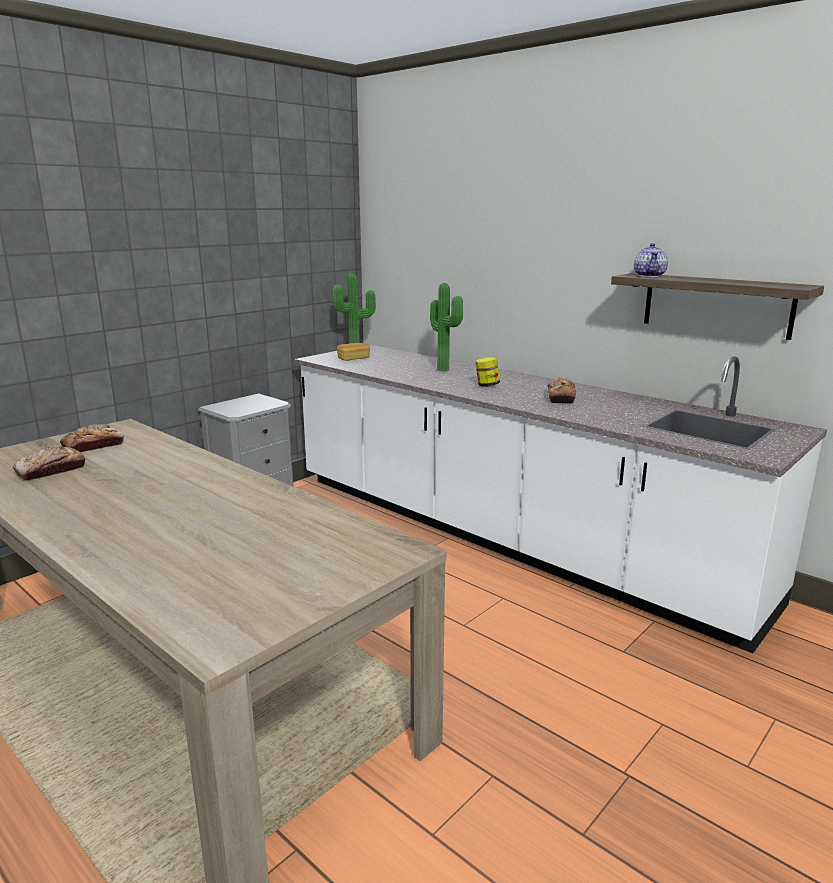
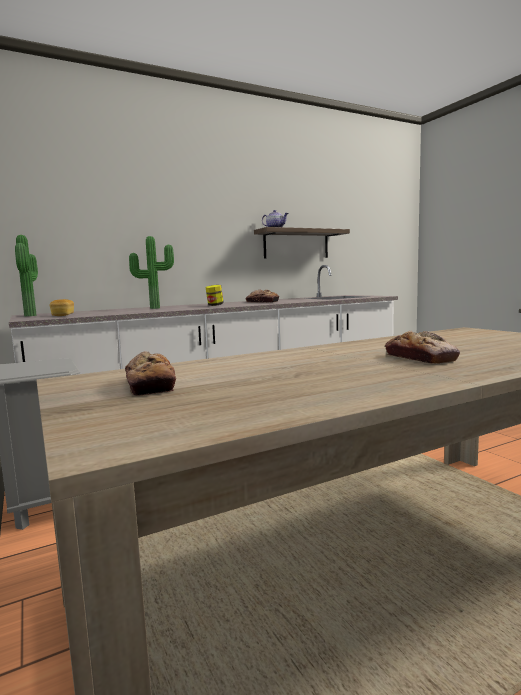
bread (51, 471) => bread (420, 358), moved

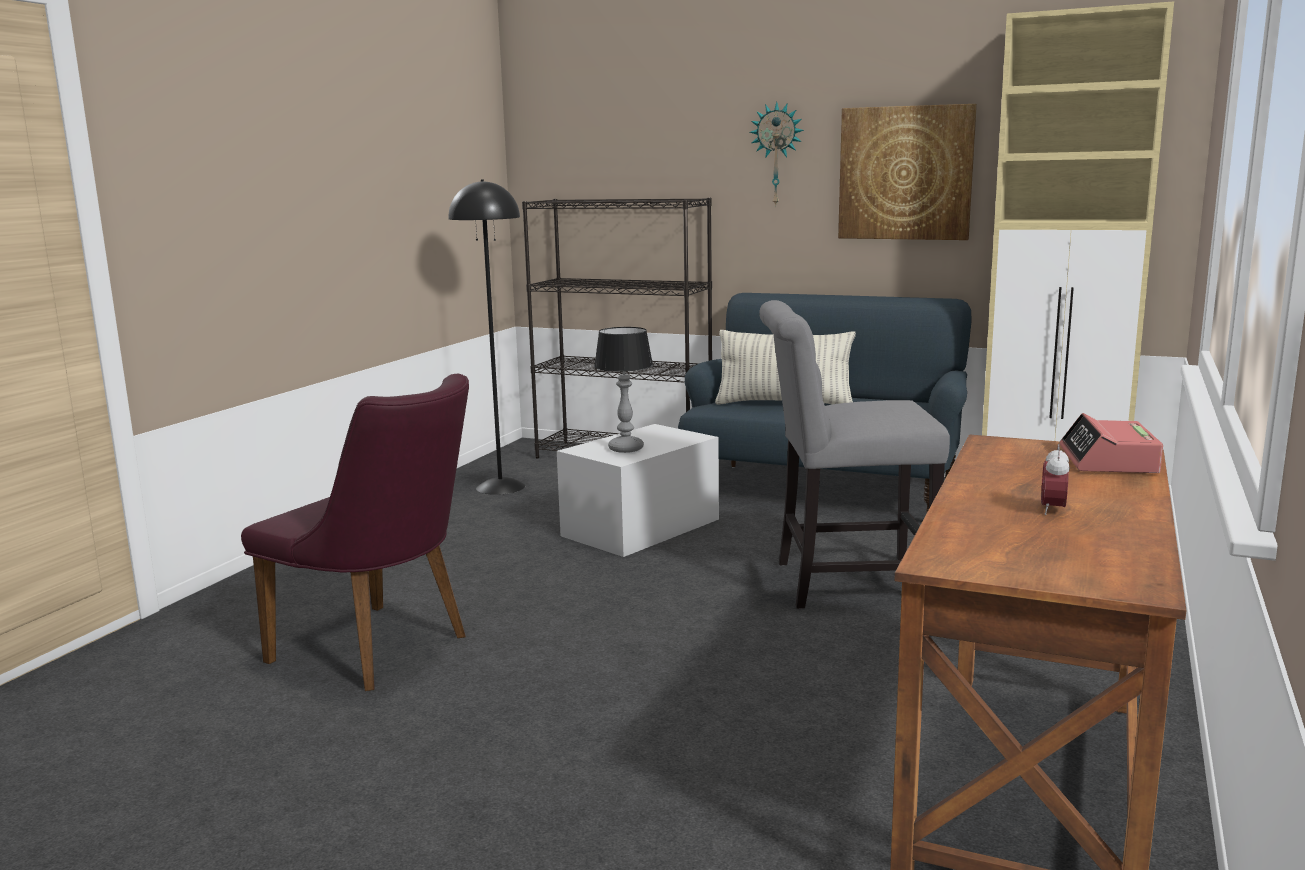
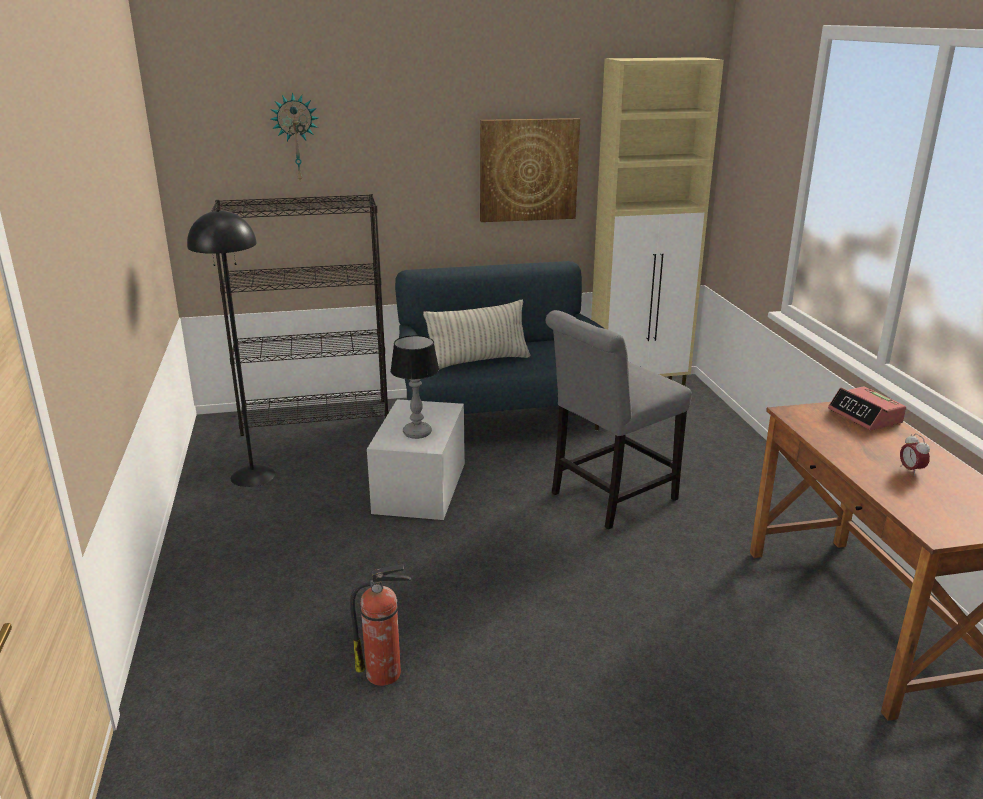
wall clock (777, 154) => wall clock (296, 138), moved
purple chair (383, 651) => fire extinguisher (385, 673)

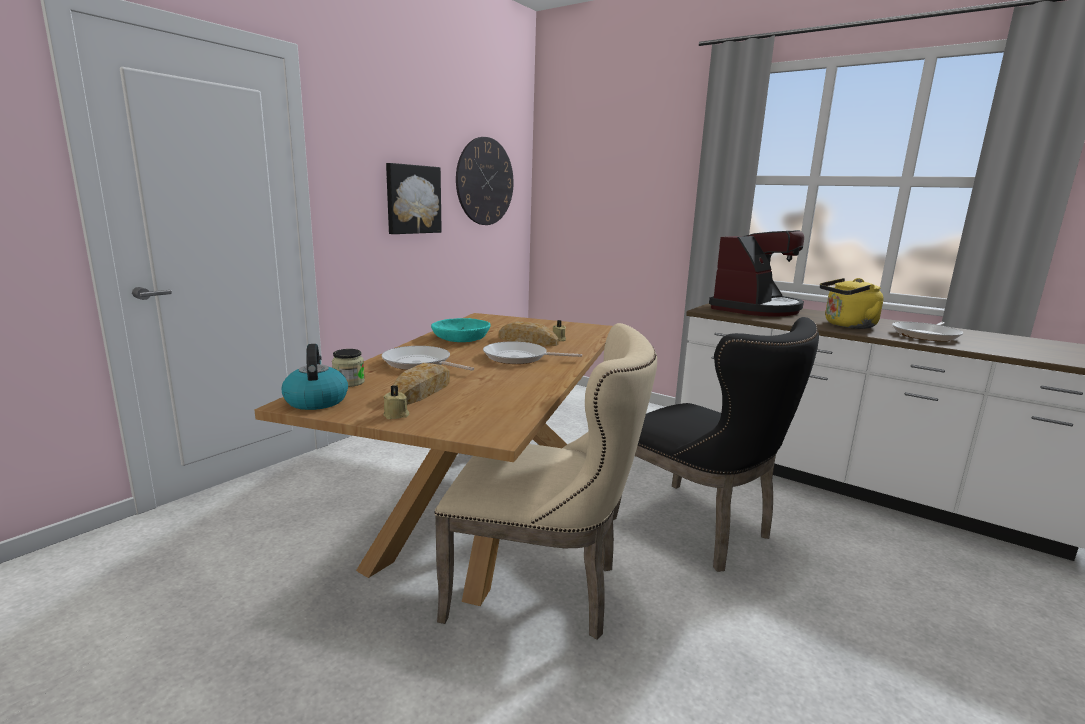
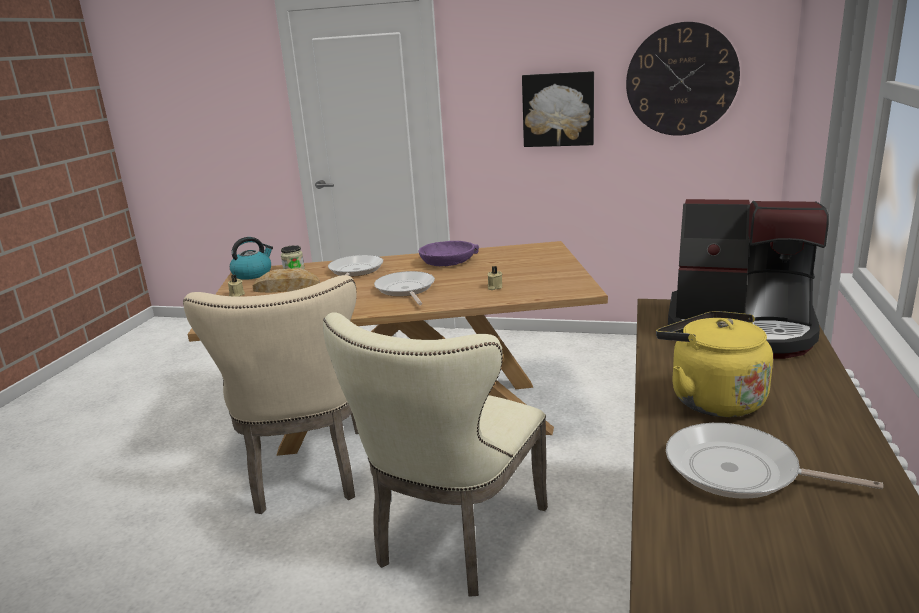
black chair (700, 529) => beige chair (454, 541)
turquoise bowl (461, 338) => purple bowl (447, 261)
bread (527, 341) => nothing

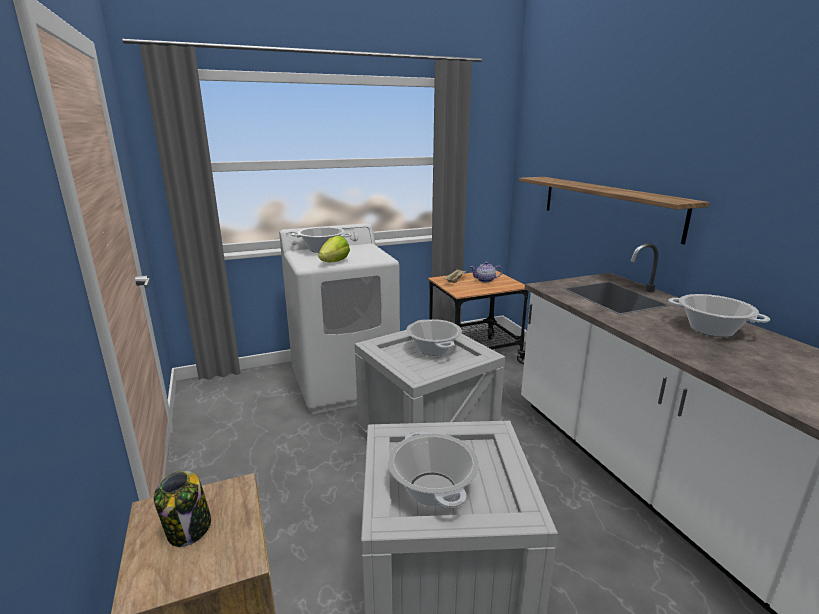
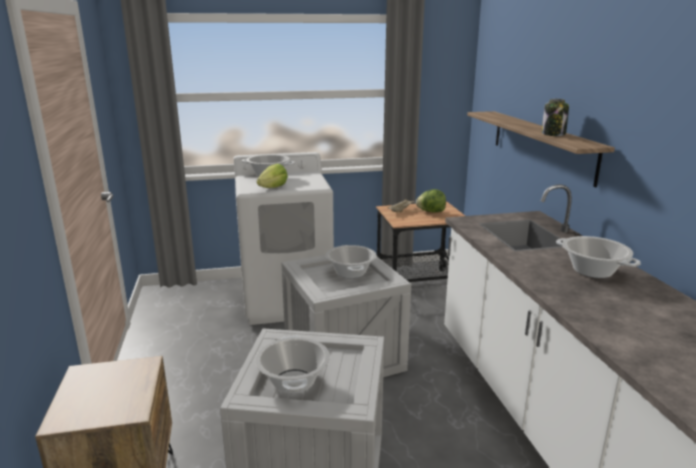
teapot (485, 280) => lettuce (431, 212)
jar (189, 529) => jar (553, 134), moved

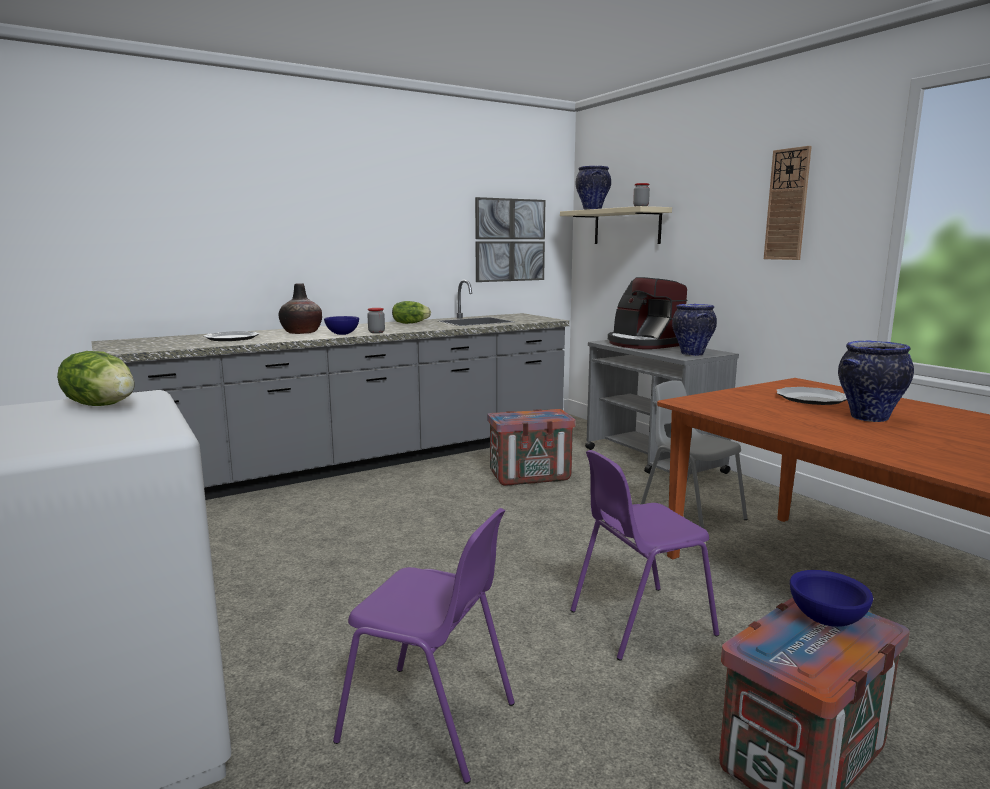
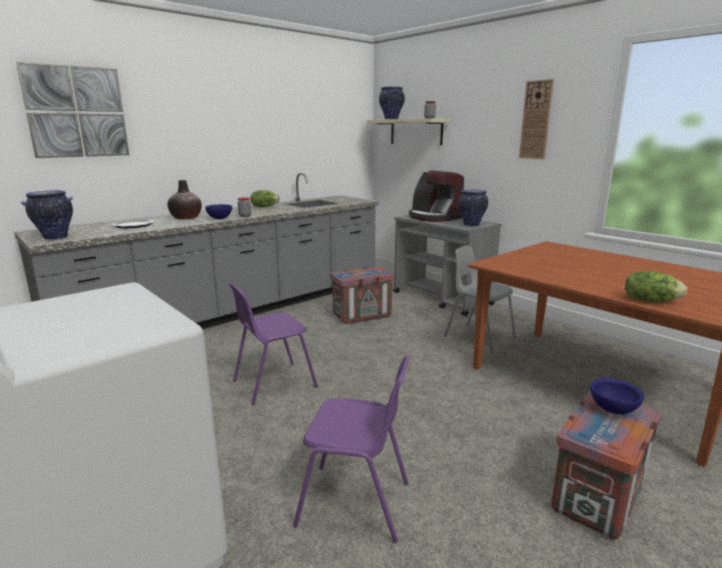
picture (510, 240) => picture (76, 112), moved
vase (868, 418) => vase (55, 238), moved
lettuce (102, 405) => lettuce (649, 301), moved
plate (811, 398) => nothing
purple chair (639, 622) => purple chair (273, 383), moved

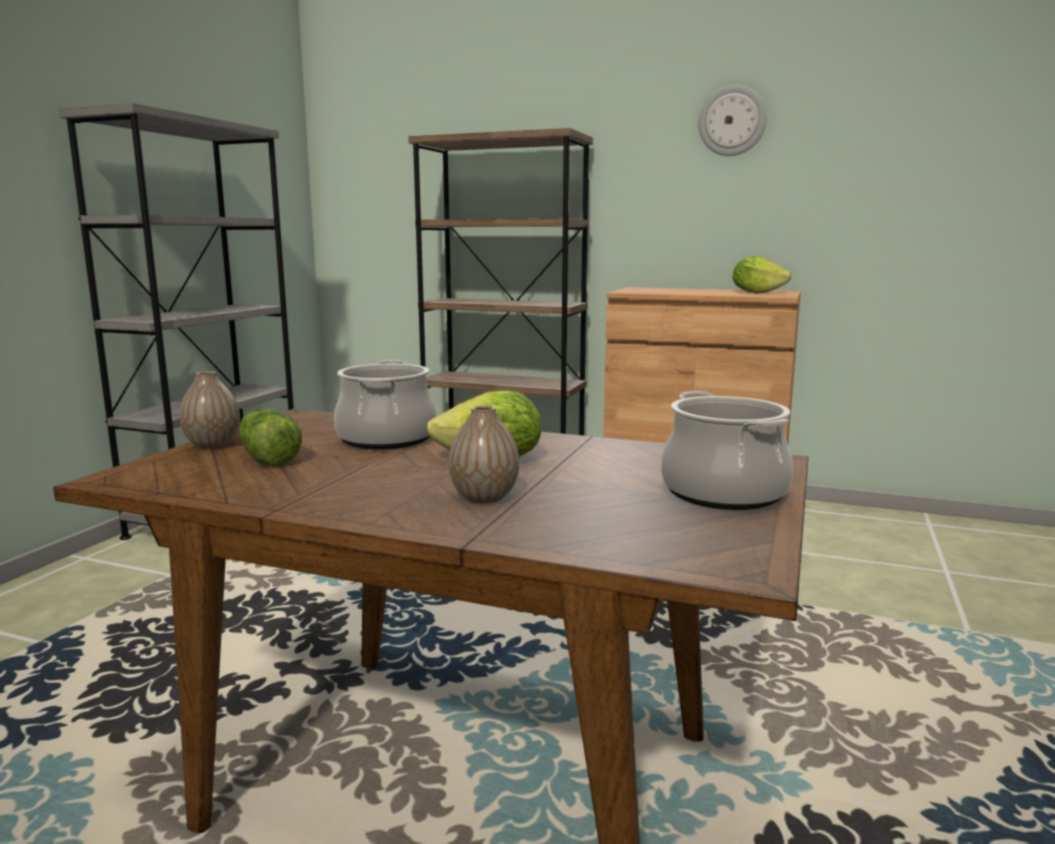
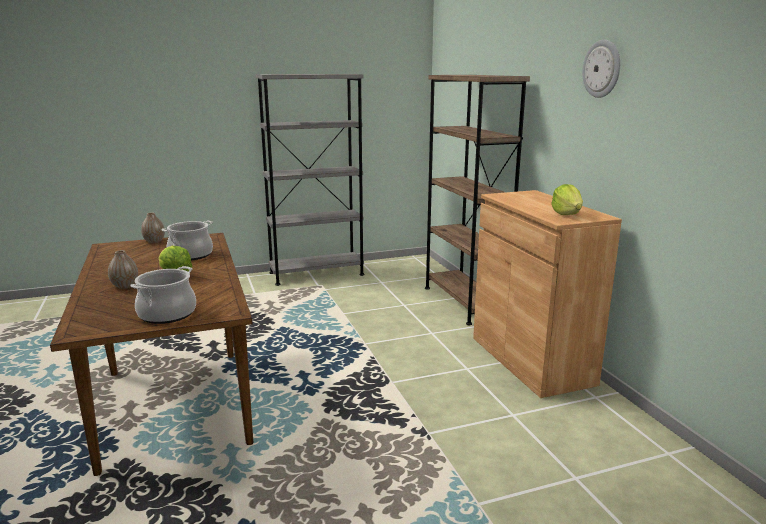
lettuce (268, 457) => nothing

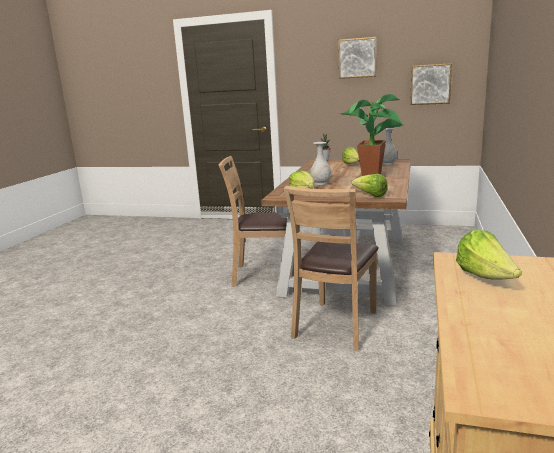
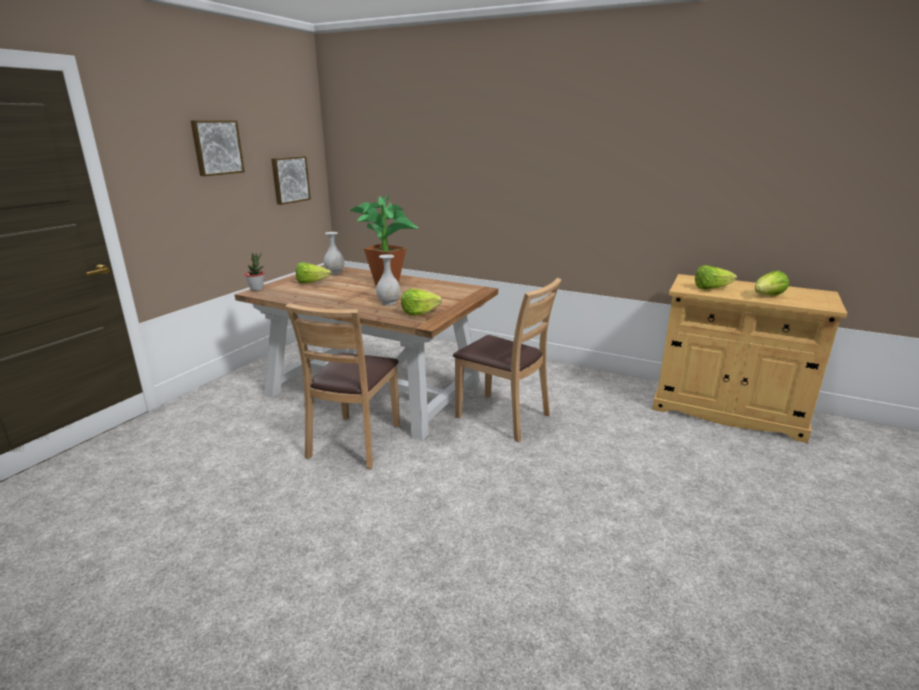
lettuce (370, 195) => lettuce (767, 296), moved

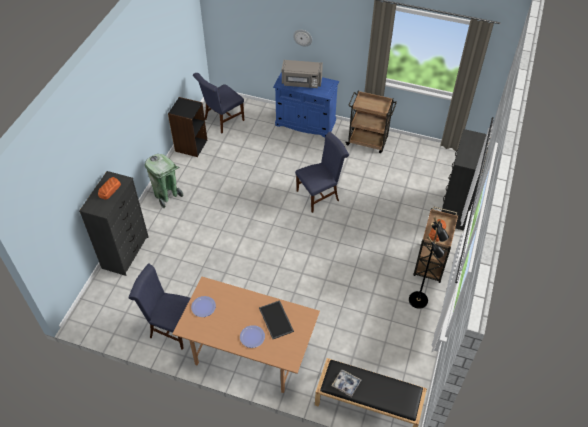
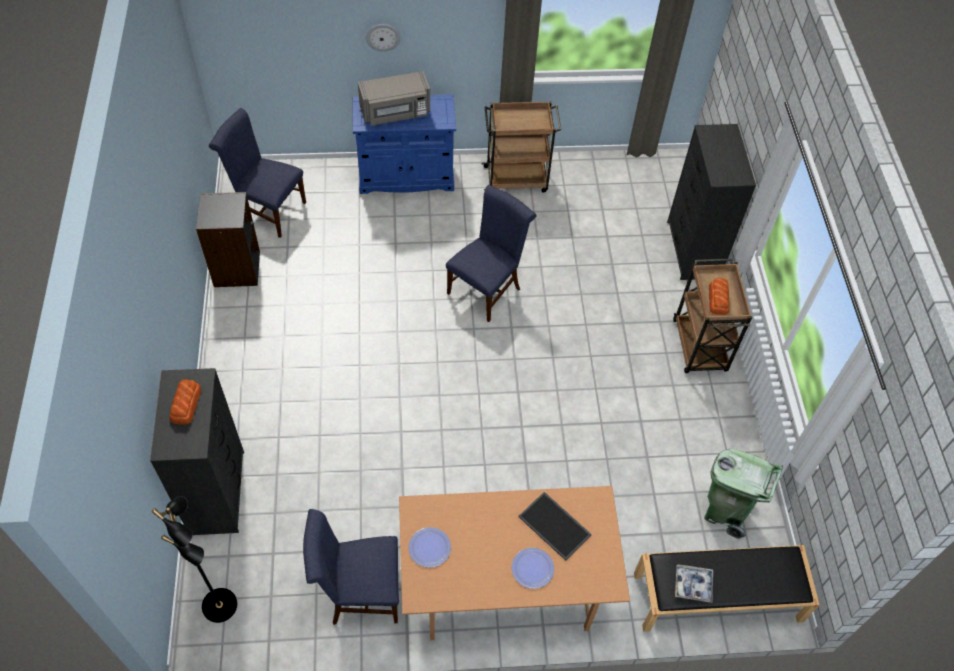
blue chair (222, 120) => blue chair (267, 210), 90 degrees clockwise
green trash can (167, 195) => green trash can (725, 511), moved
black floor lamp (419, 300) => black floor lamp (221, 605), moved

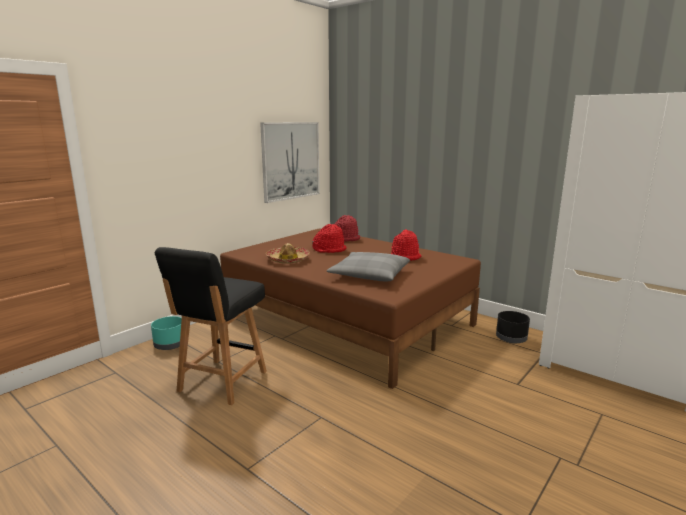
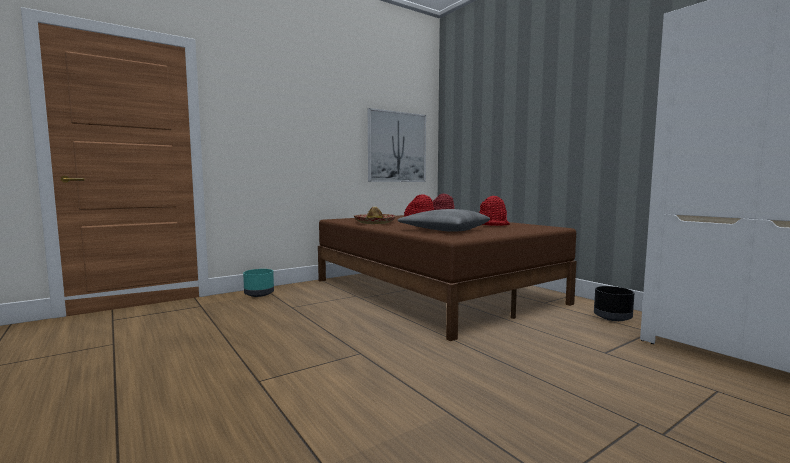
black chair (221, 382) => nothing

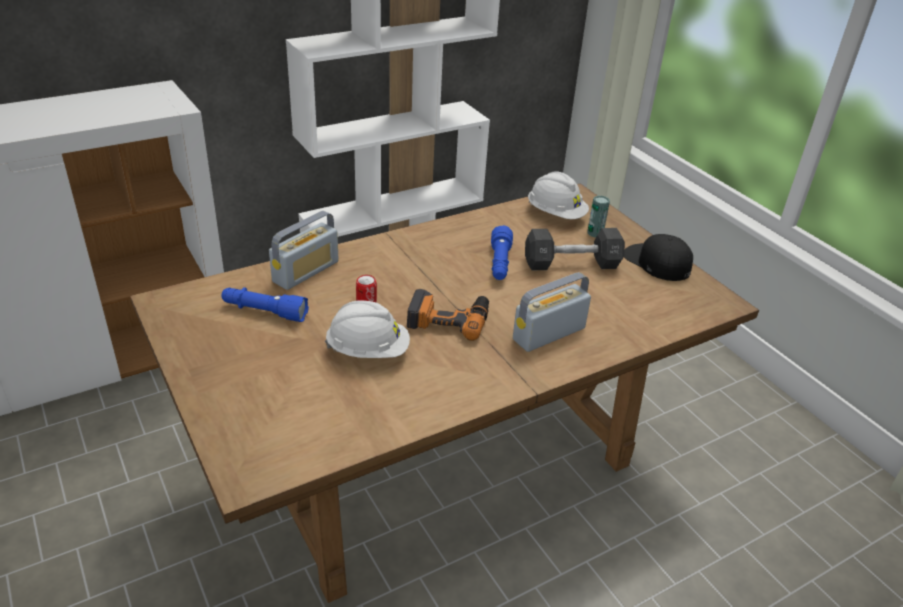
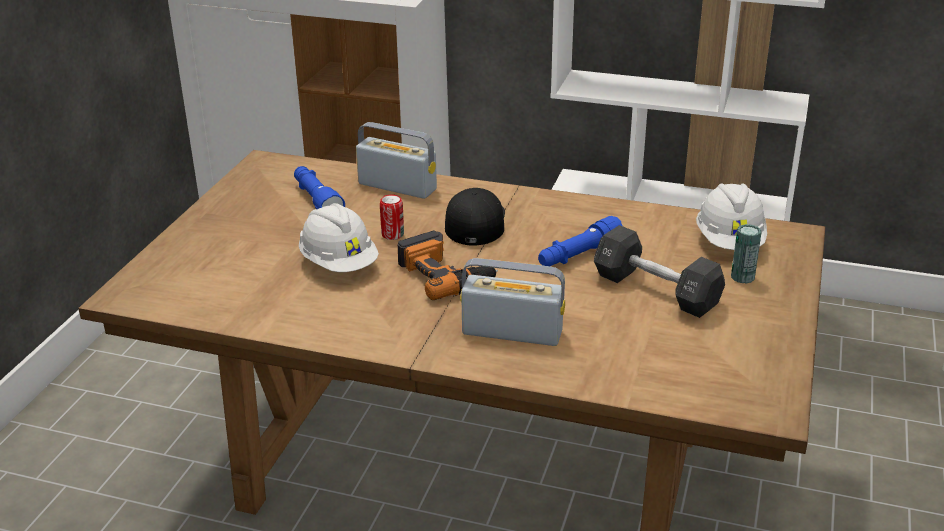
radio (306, 271) => radio (397, 186), 150 degrees counterclockwise
black cap (656, 262) => black cap (475, 223), moved

